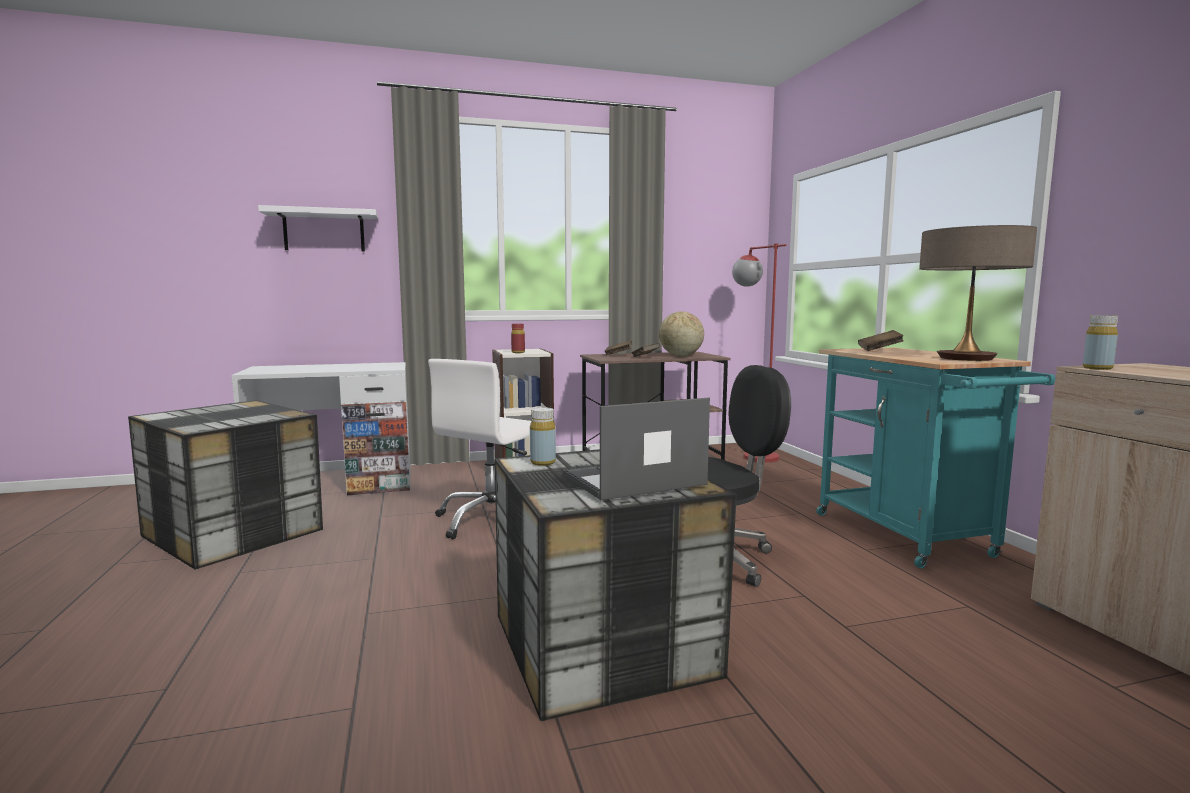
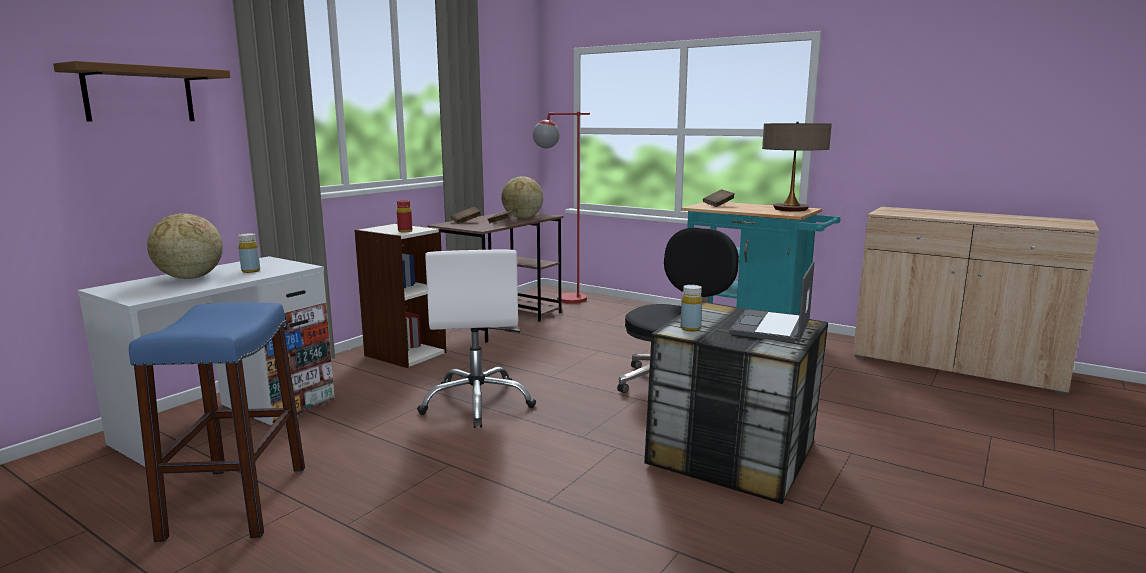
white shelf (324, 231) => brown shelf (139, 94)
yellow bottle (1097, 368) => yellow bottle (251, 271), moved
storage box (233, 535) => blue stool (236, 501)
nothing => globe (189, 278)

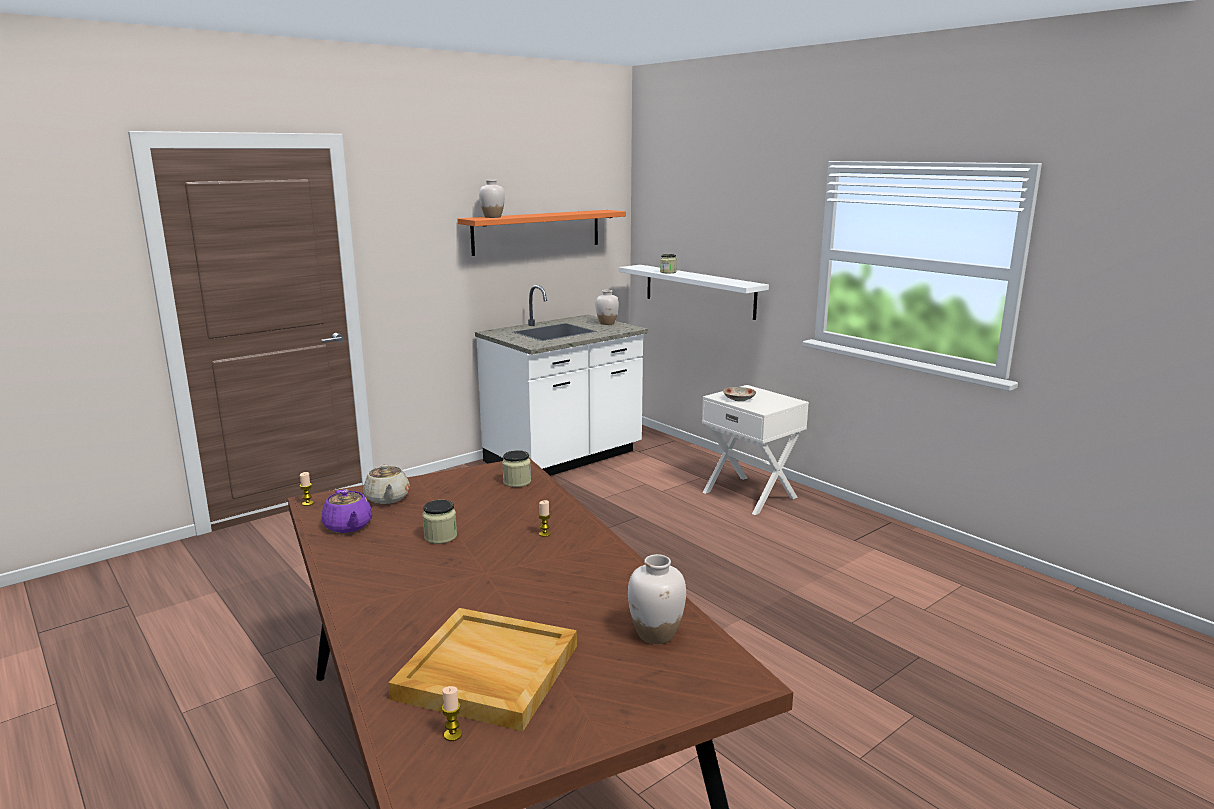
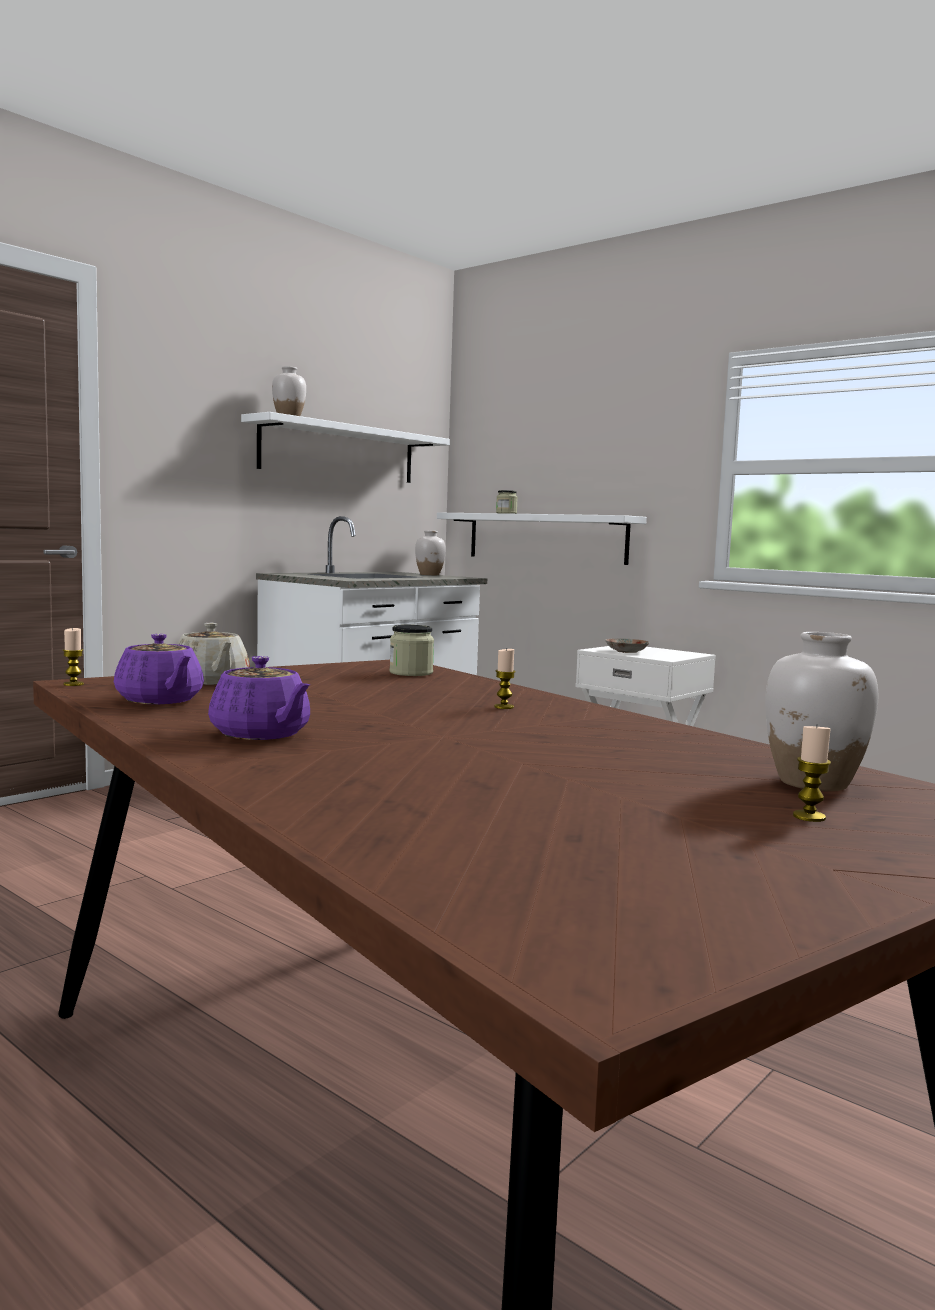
orange shelf (537, 231) => white shelf (339, 452)
jar (440, 537) => nothing
beige tray (486, 672) => nothing
candle (453, 735) => candle (809, 817), moved
nothing => purple teapot (261, 734)

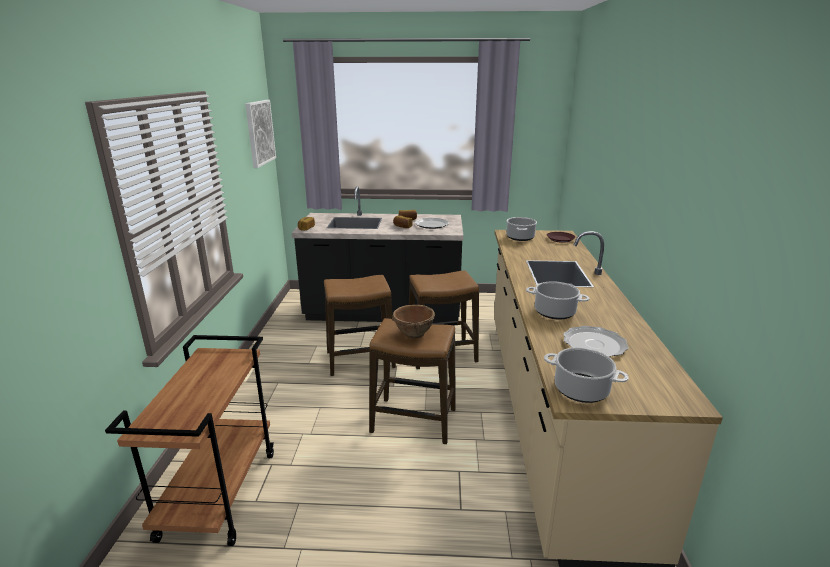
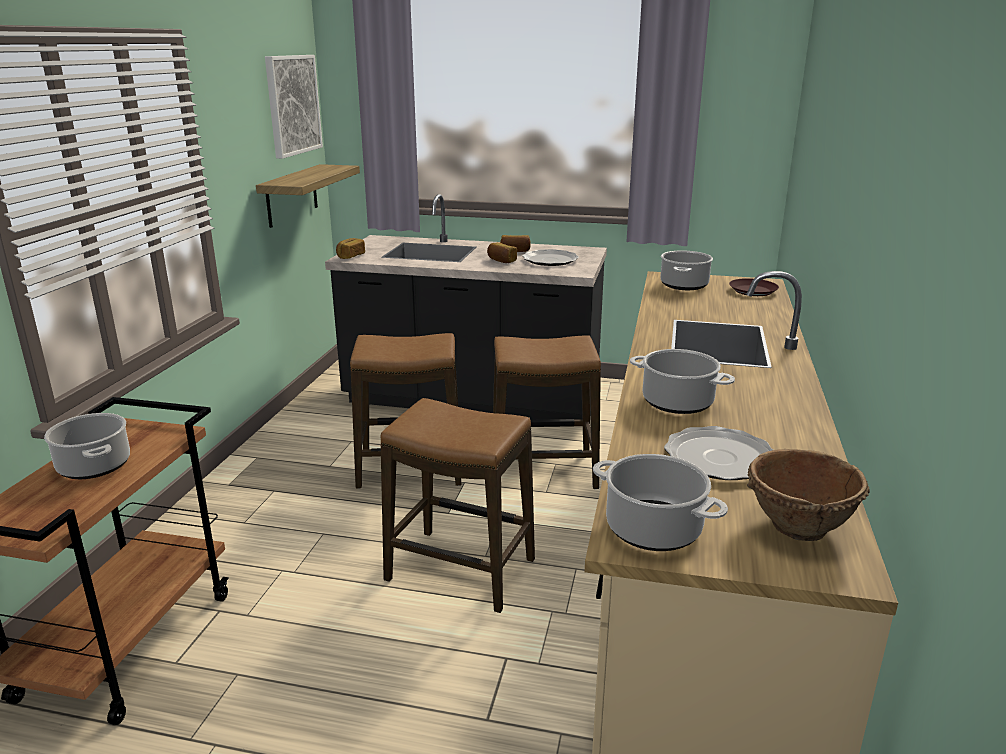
brown bowl (413, 334) => brown bowl (797, 527), moved
nothing => shelf (292, 195)
nothing => cooking pot (93, 466)

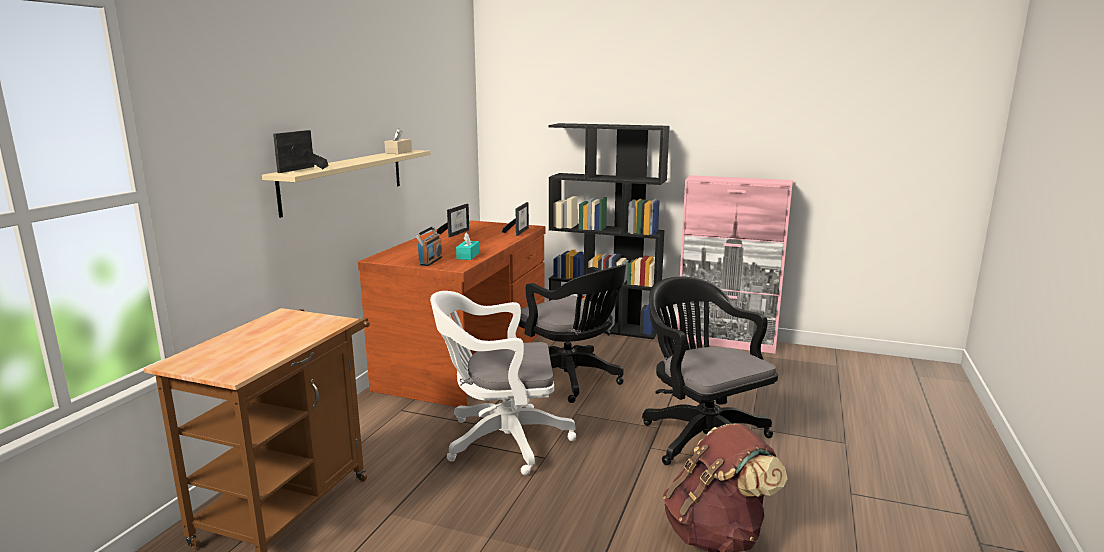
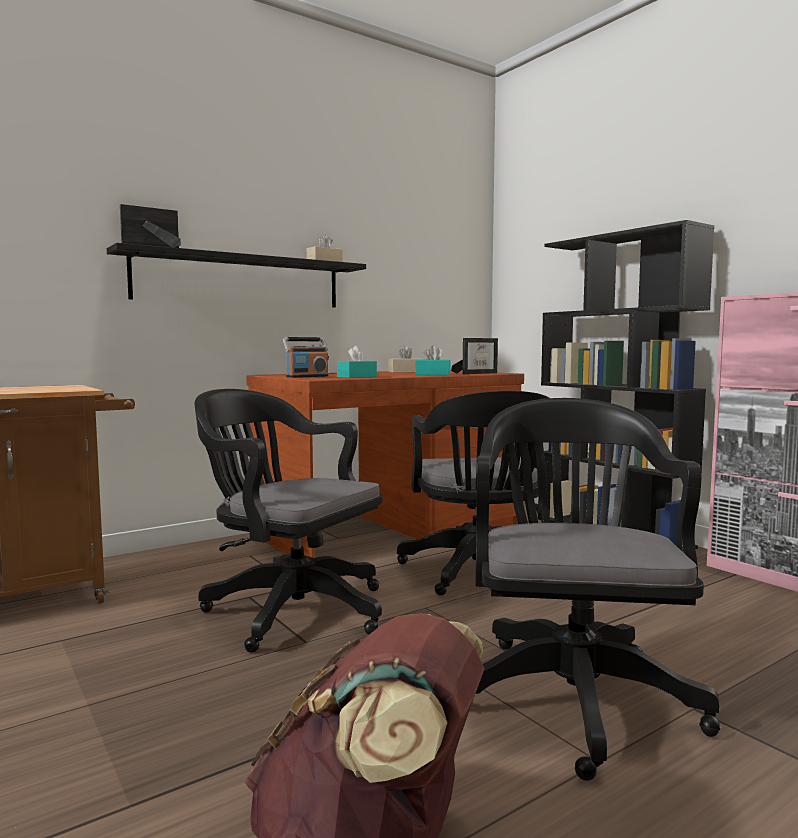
beige shelf (344, 180) => black shelf (240, 281)
picture frame (456, 233) => beige tissue box (405, 372)
white office chair (500, 440) => black office chair (289, 609)
nothing => turquoise tissue box (433, 374)

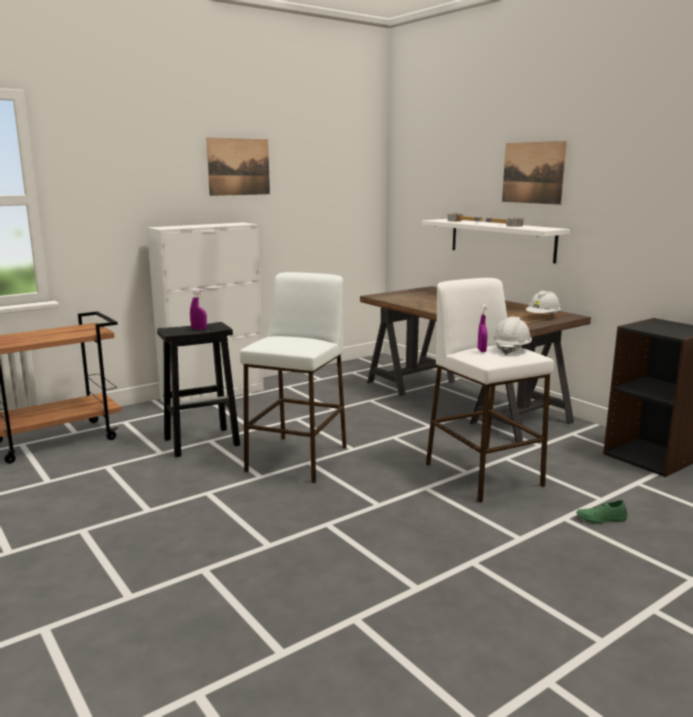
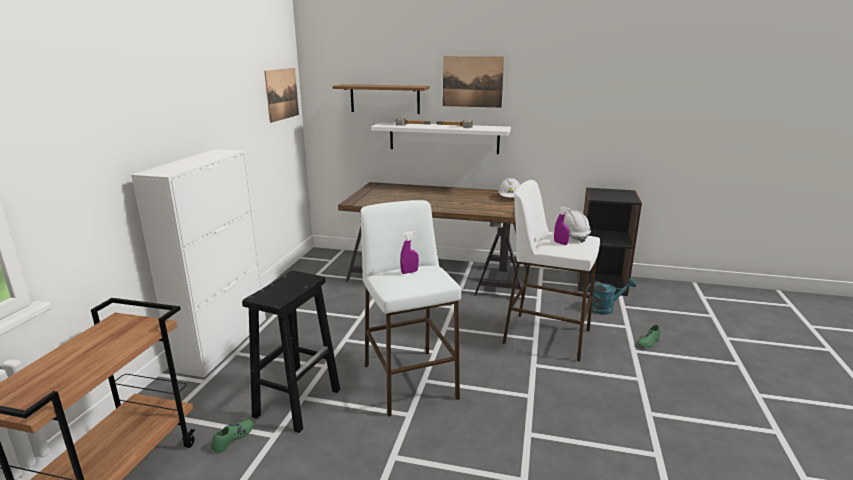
picture (239, 167) => picture (282, 94), moved
purple spray bottle (199, 329) => purple spray bottle (409, 272), moved
nothing => brown shelf (385, 99)
nothing => turquoise watering can (605, 308)
nothing => green shoe (233, 438)

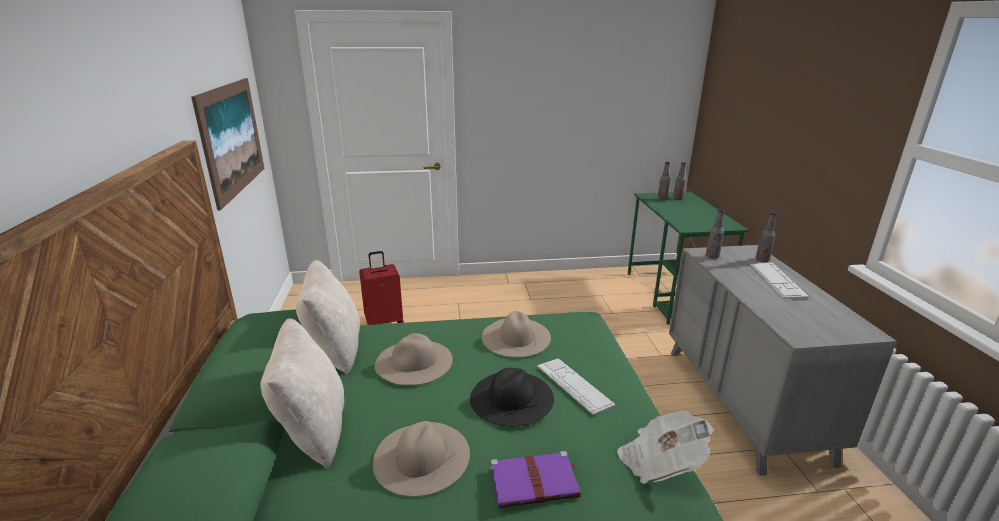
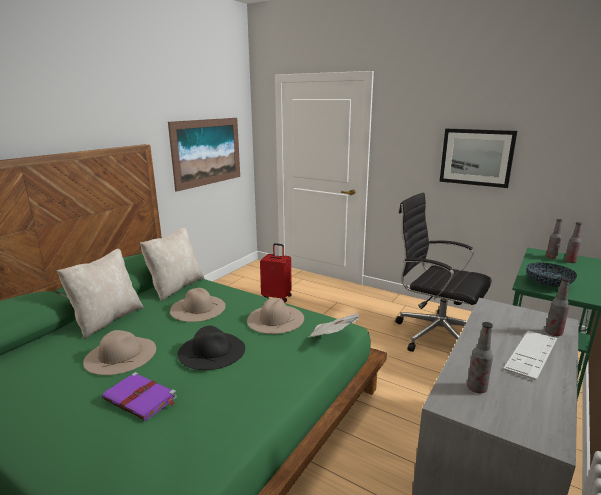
bottle (712, 256) => bottle (476, 388), moved
keyboard (574, 385) => nothing
newspaper (660, 462) => newspaper (333, 337), moved
nothing => picture (476, 157)
nothing => black office chair (436, 334)
nothing => bowl (548, 284)

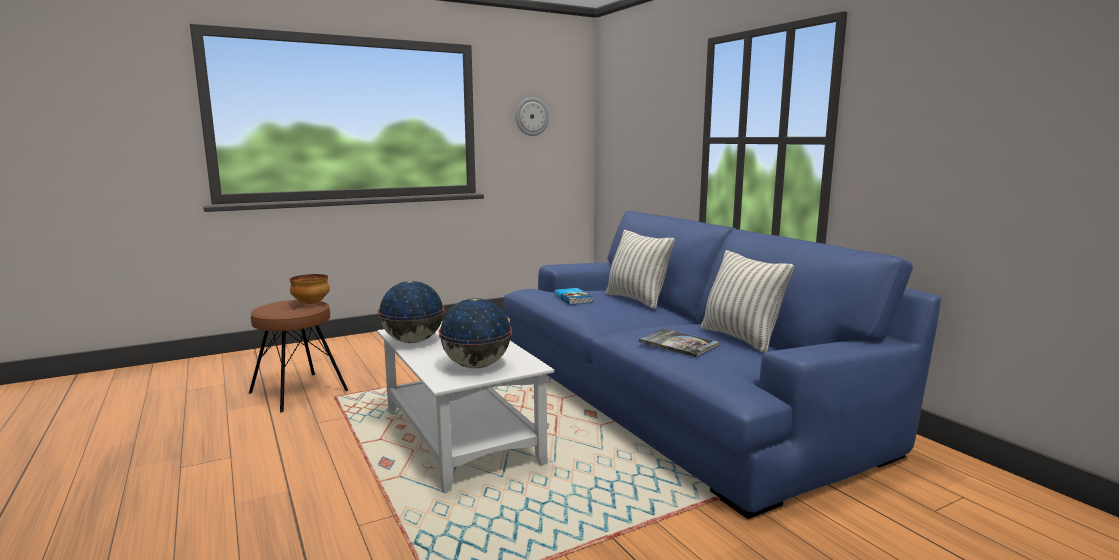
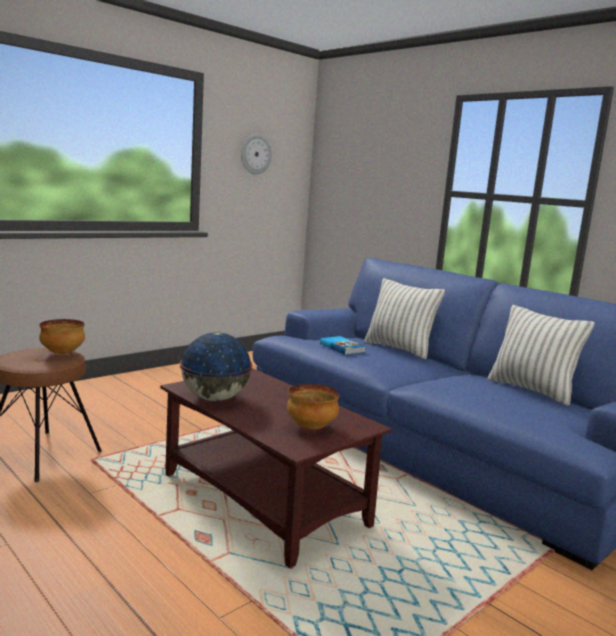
globe (476, 366) => bowl (310, 427)
white coffee table (462, 437) => brown coffee table (265, 500)
book (678, 344) => nothing

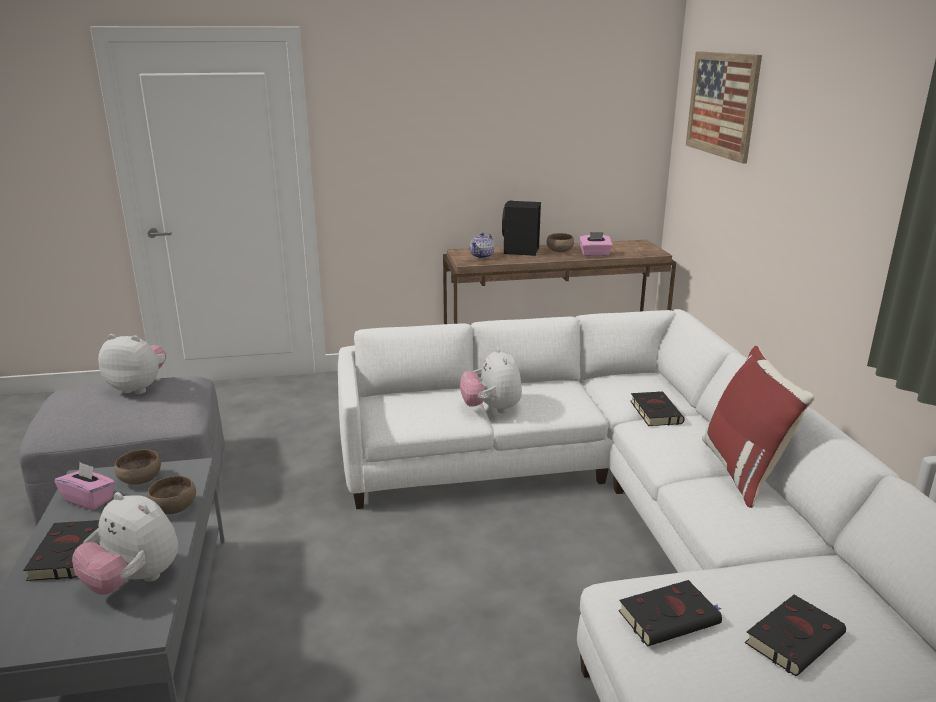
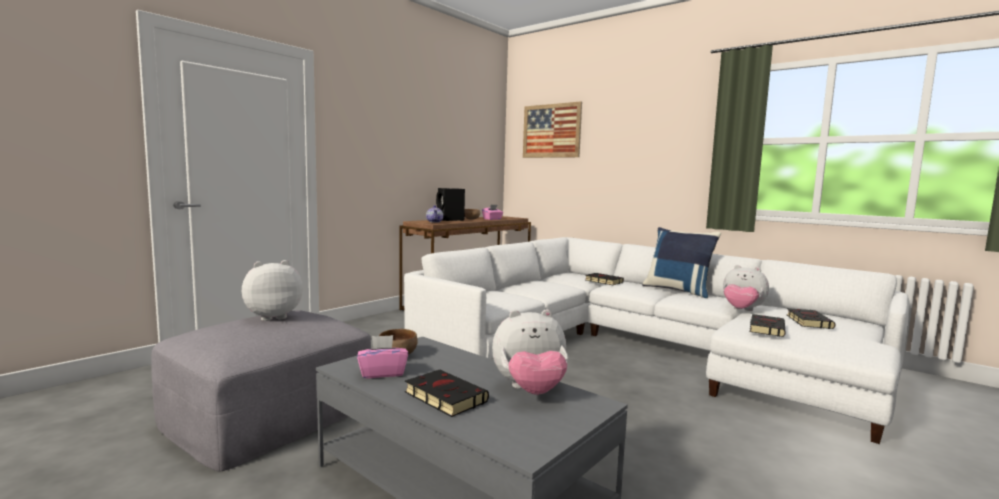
red pillow (744, 471) => blue pillow (678, 290)
plush toy (491, 409) => plush toy (742, 310), moved
brown bowl (173, 508) => nothing

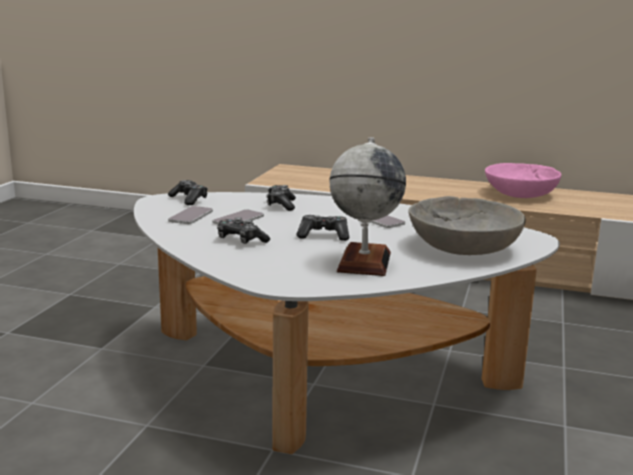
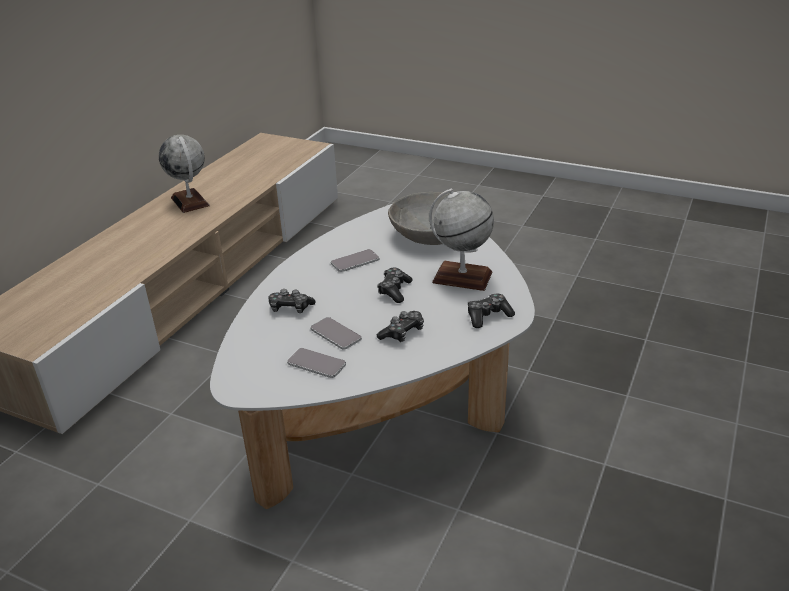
pink bowl (520, 194) => globe (190, 202)
game controller (189, 199) => game controller (488, 316), moved

